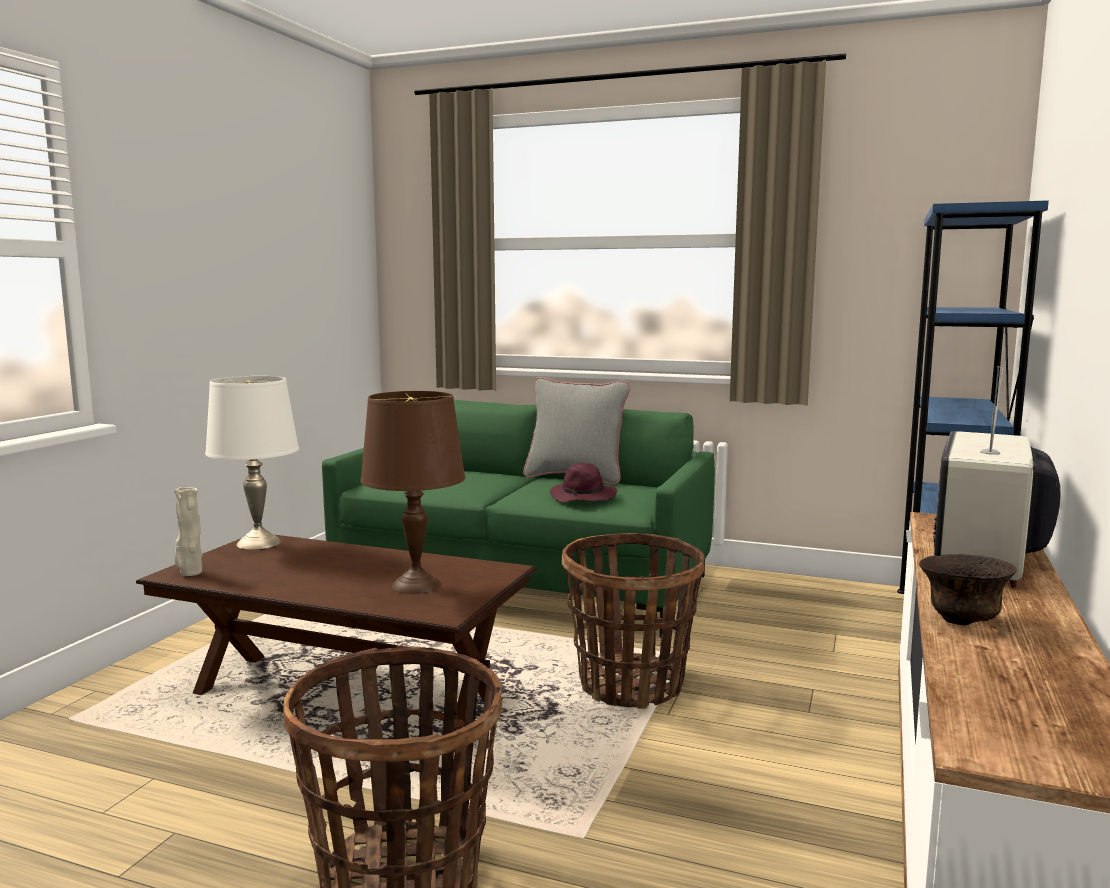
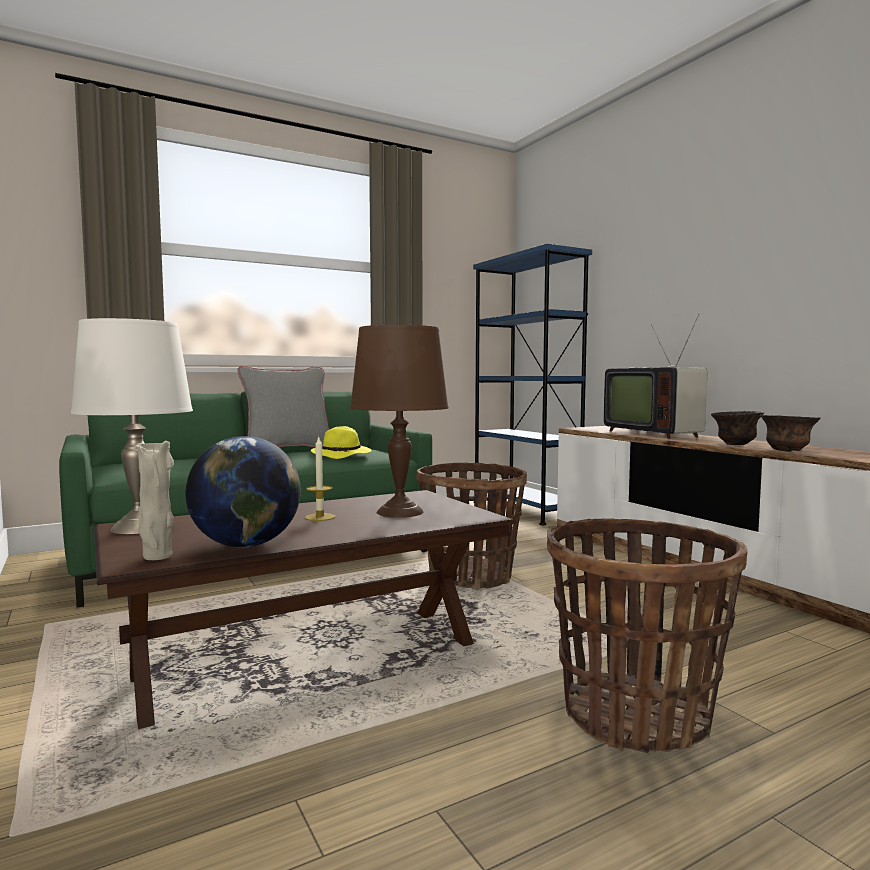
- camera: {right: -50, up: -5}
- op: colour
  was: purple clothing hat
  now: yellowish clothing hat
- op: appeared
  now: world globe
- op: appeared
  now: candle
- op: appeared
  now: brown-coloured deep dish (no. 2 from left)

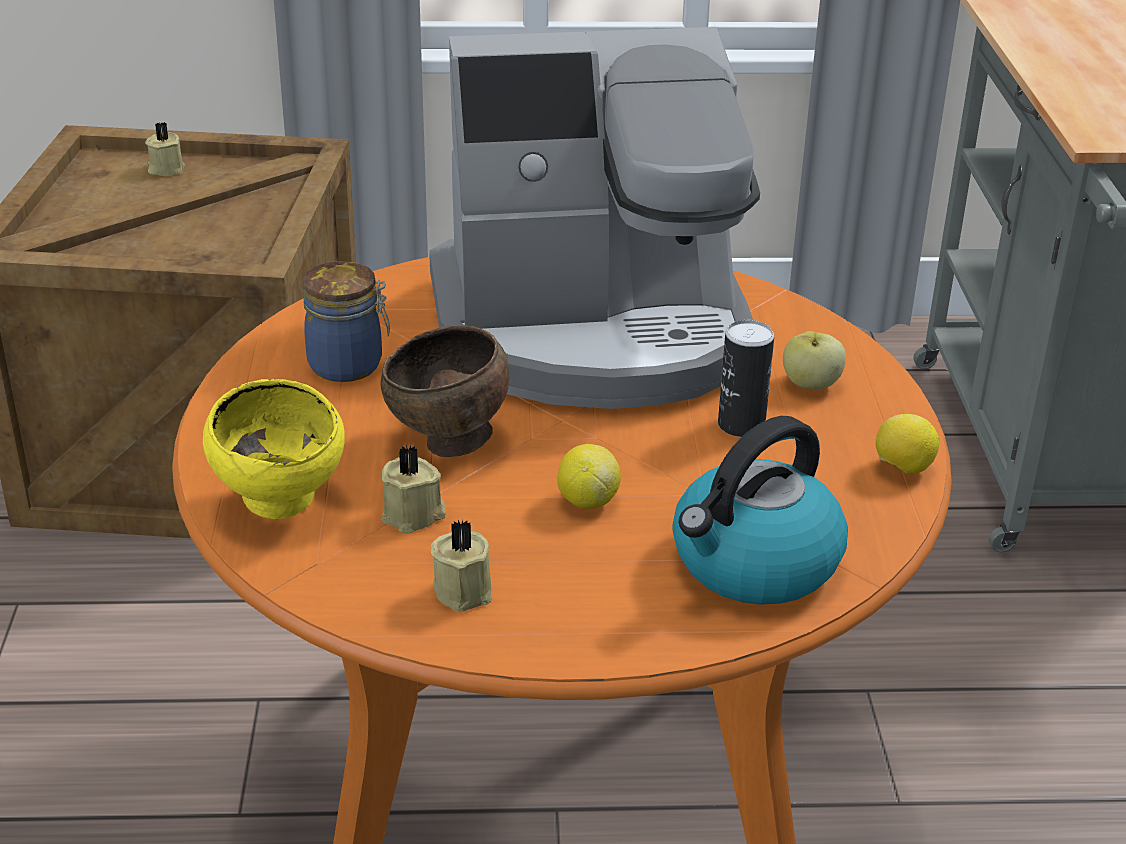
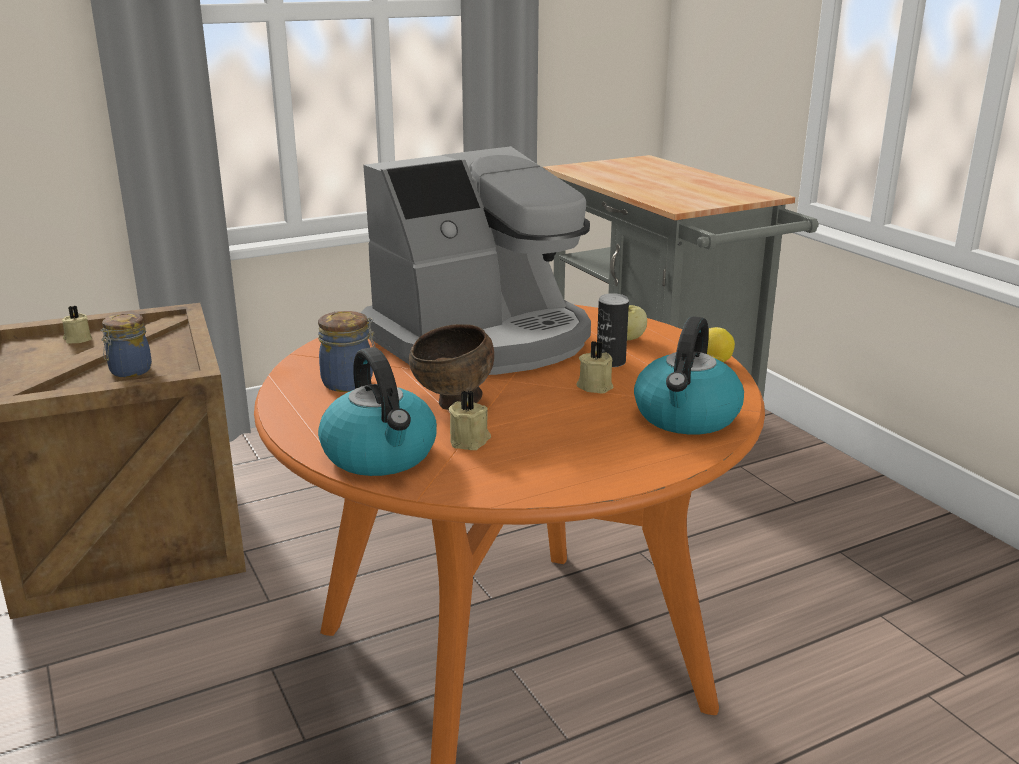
- camera: {right: -25, up: -10}
- op: exchanged
  was: yellowish deep dish
  now: kettle (no. 1 from left)
- op: relocated
  was: sand-coloured candle (no. 3 from left)
- op: missing
  was: whole lemon (no. 1 from left)
- op: appeared
  now: storage jar (no. 1 from left)

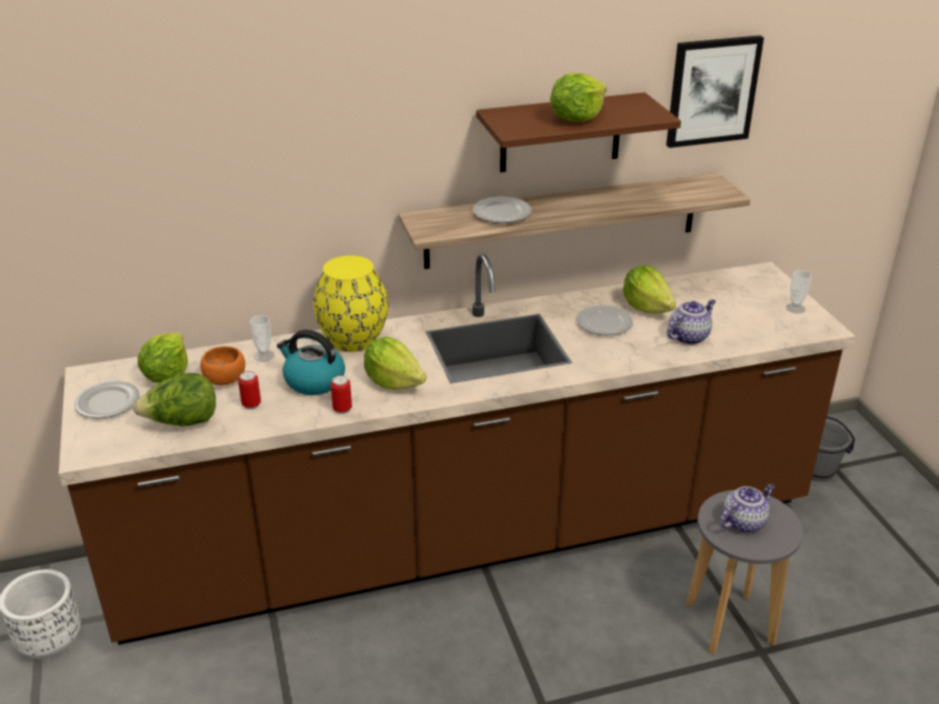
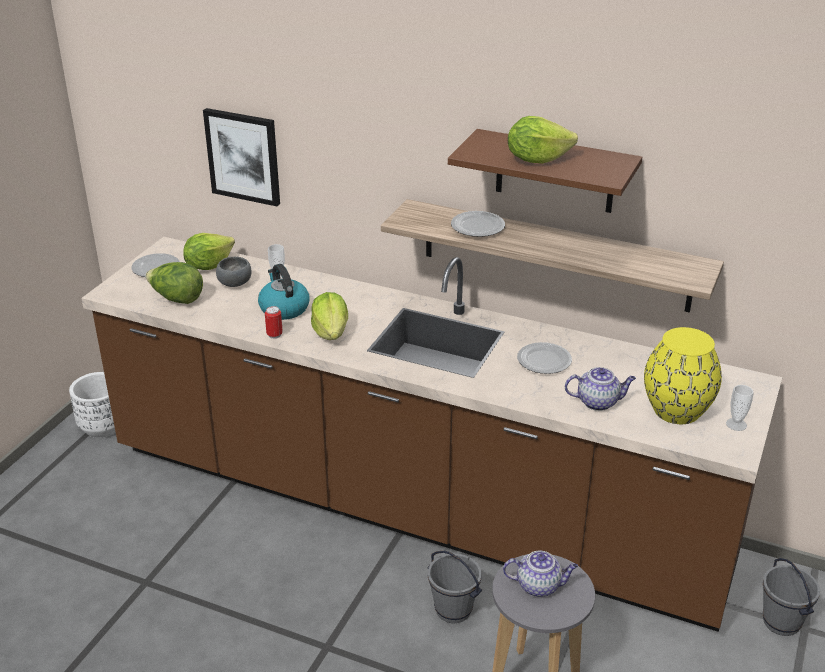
- camera: {right: 40, up: 0}
- op: colour
  was: orange-coloured deep dish
  now: greyish deep dish
- op: missing
  was: can (no. 1 from left)
- op: relocated
  was: yellowish vase
- op: missing
  was: head of lettuce (no. 5 from left)
- op: relocated
  was: wall art
- op: appeared
  now: greyish bucket (no. 1 from left)

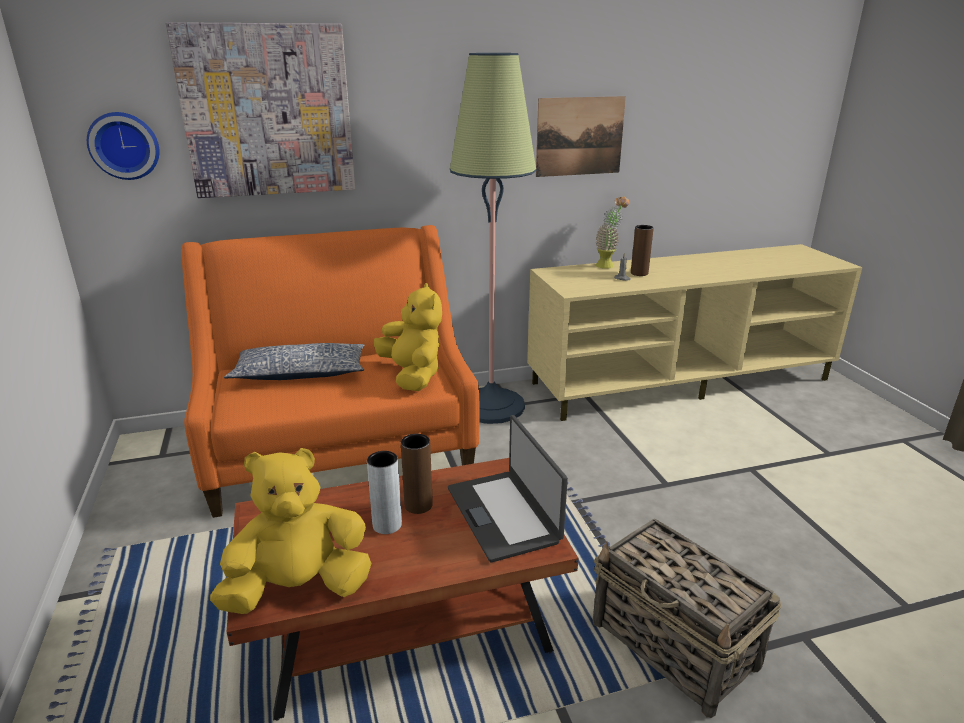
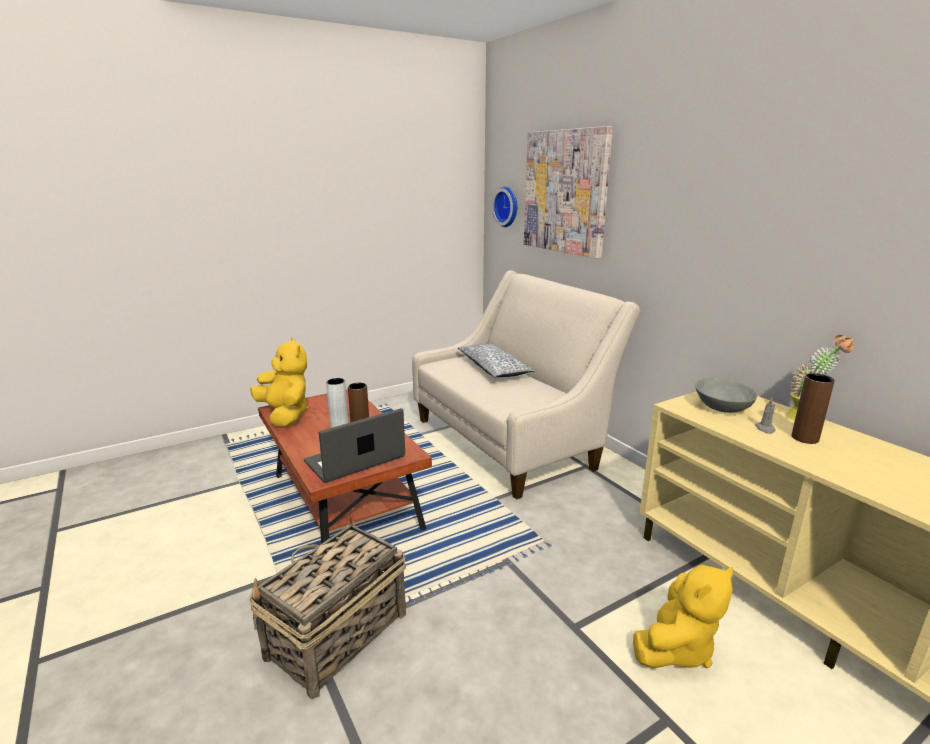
- camera: {right: 75, up: -5}
- op: colour
  was: orange-coloured sofa
  now: sand-coloured sofa
- op: relocated
  was: yellowish soft toy (no. 2 from left)
- op: missing
  was: standing lamp
- op: missing
  was: wall art (no. 2 from left)
- op: appeared
  now: greyish deep dish

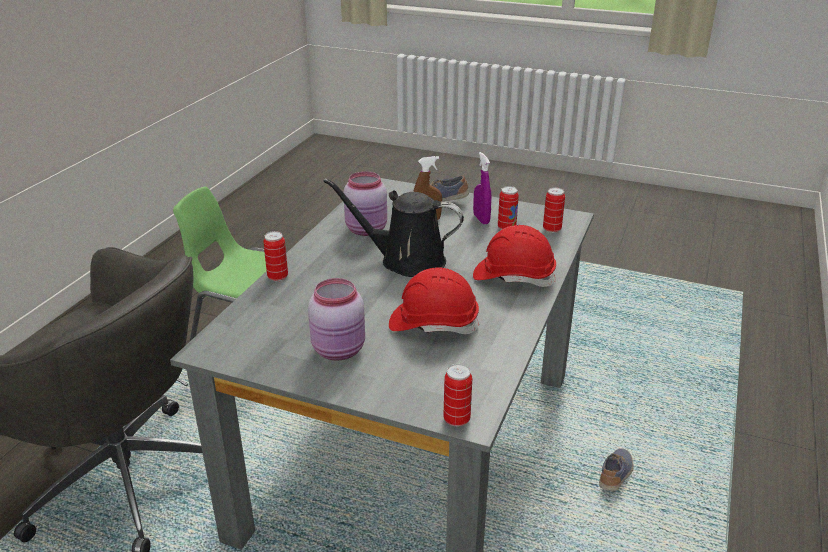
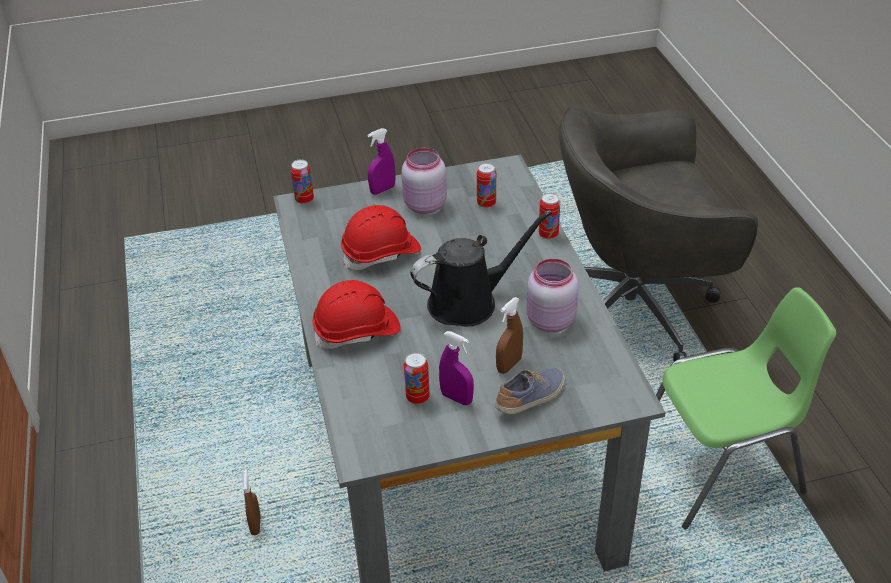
- camera: {right: 145, up: 10}
- op: relocated
  was: can (no. 4 from left in the first image)
  now: can (no. 3 from left)
- op: exchanged
  was: item of footwear (no. 2 from left)
  now: brown-coloured hand sprayer (no. 1 from left)
- op: appeared
  now: purple hand sprayer (no. 1 from left)

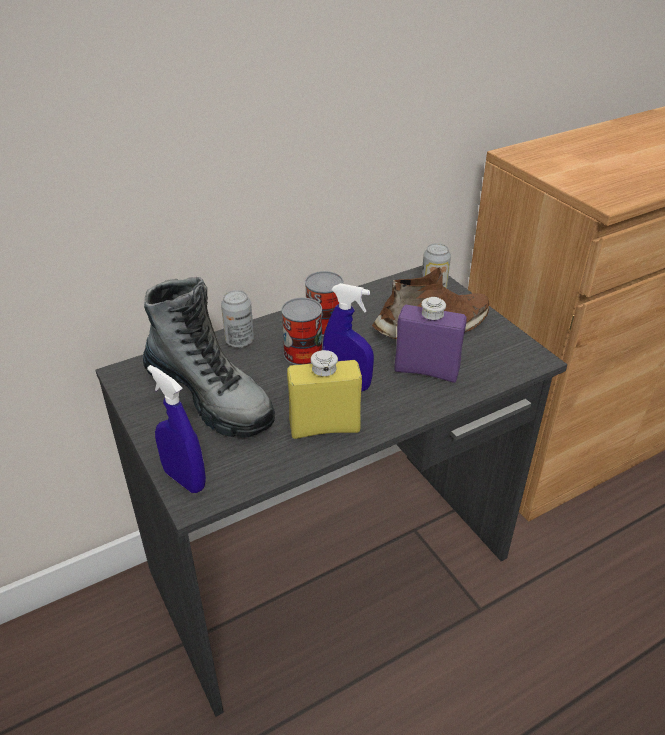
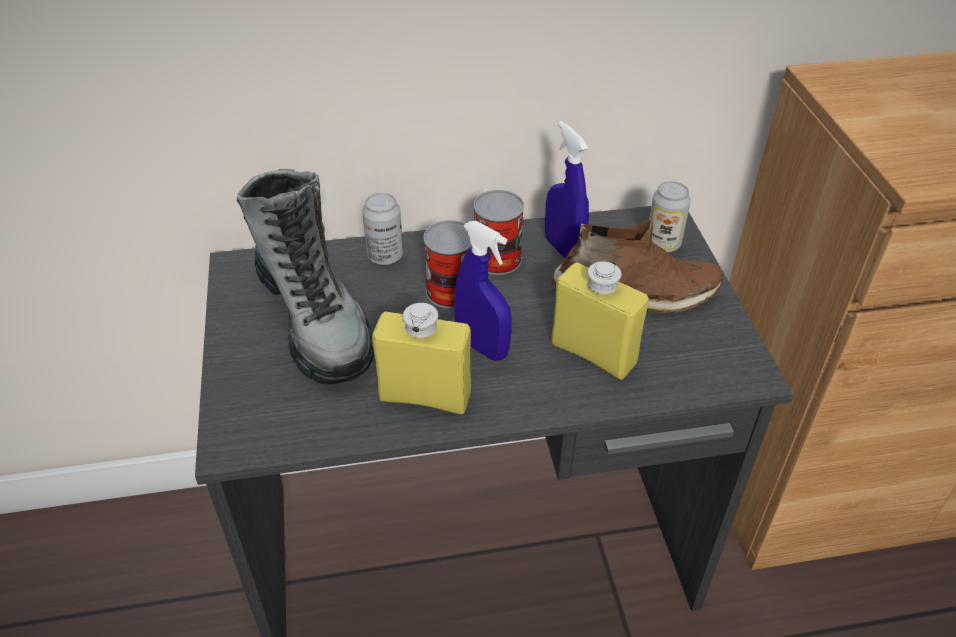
- camera: {right: 20, up: 5}
- op: relocated
  was: blue hand sprayer (no. 1 from left in the first image)
  now: blue hand sprayer (no. 2 from left)
- op: colour
  was: purple bottle
  now: yellowish bottle (no. 2 from left)

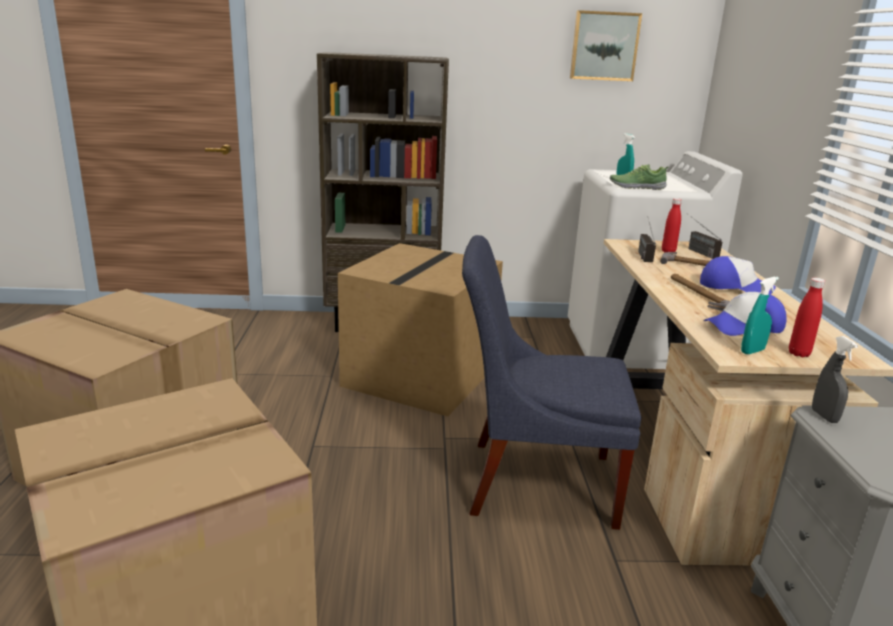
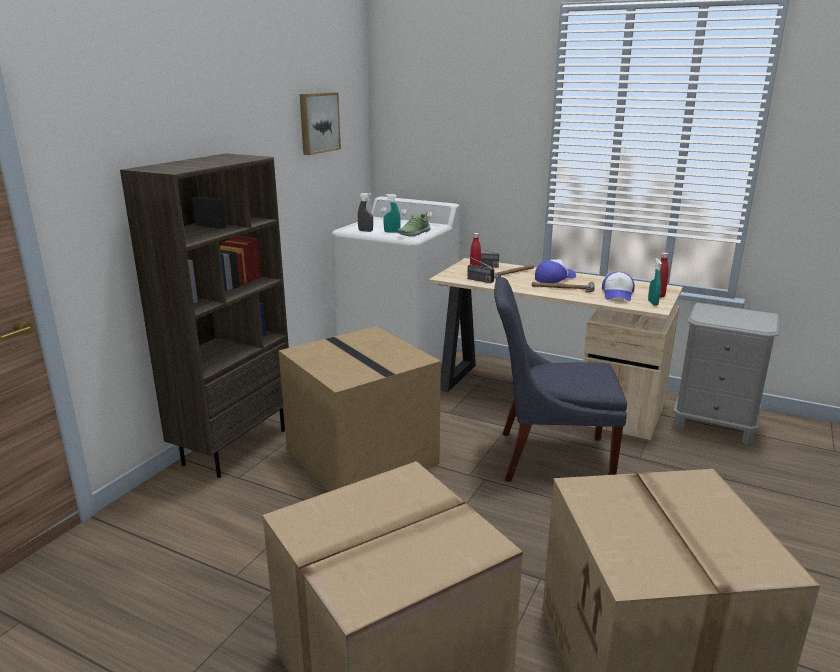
- camera: {right: -60, up: 0}
- op: spun
  was: blue plain chair
  clockwise: 60
- op: relocated
  was: greyish hand sprayer

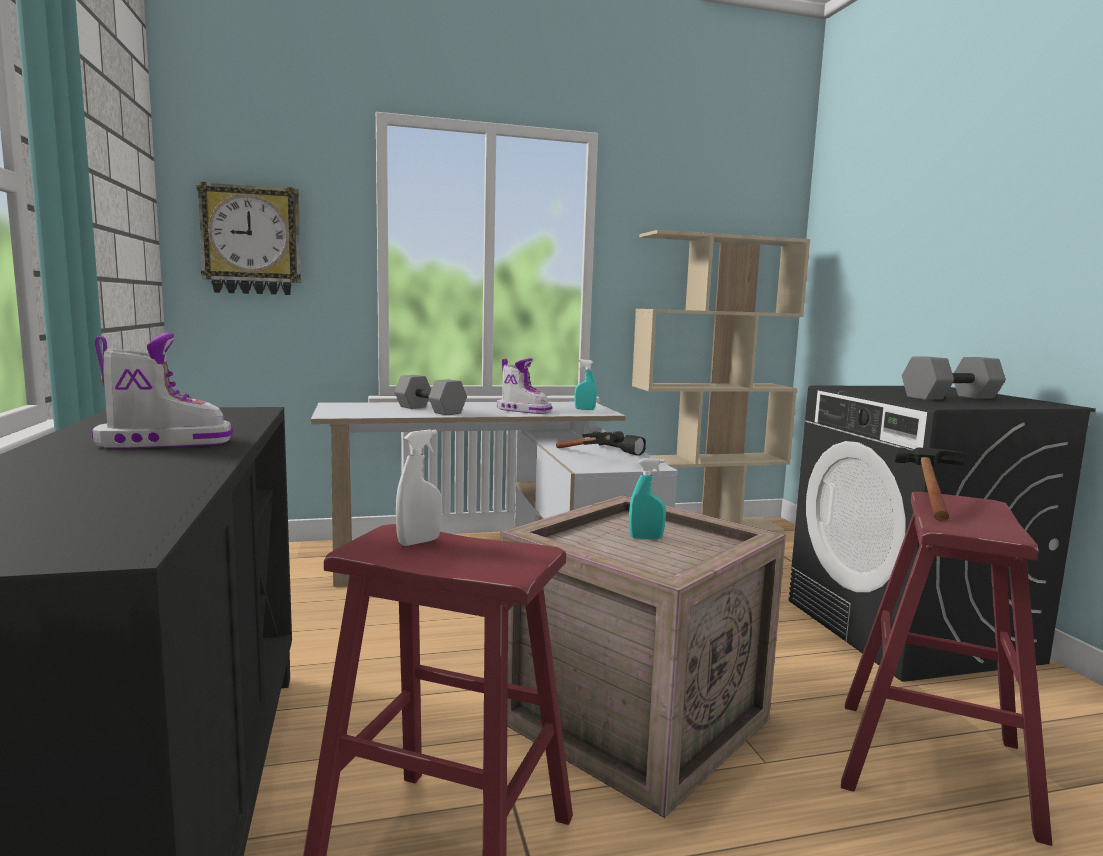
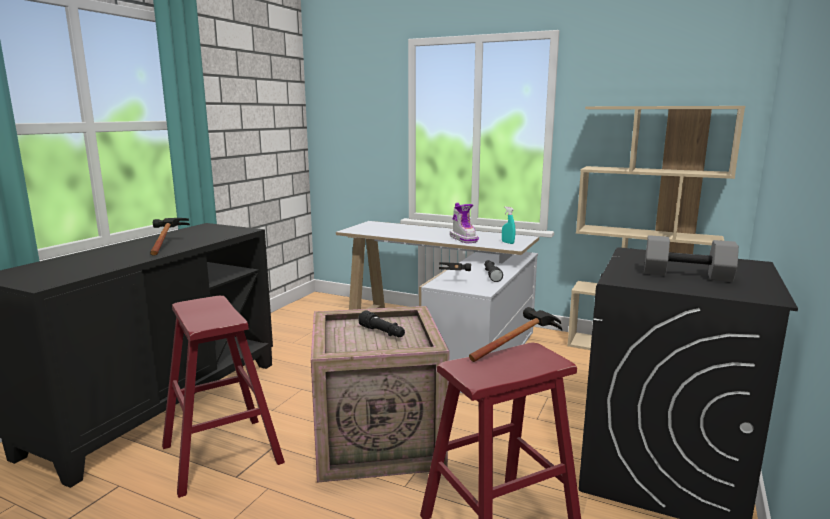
- camera: {right: 40, up: 5}
- op: exchanged
  was: high-top boot (no. 1 from left)
  now: tool hammer (no. 1 from left)
- op: missing
  was: wall clock
- op: missing
  was: greyish dumbbell (no. 1 from left)
- op: missing
  was: whitish hand sprayer
- op: exchanged
  was: turquoise-coloured hand sprayer (no. 2 from left)
  now: blackish hand torch (no. 1 from left)

